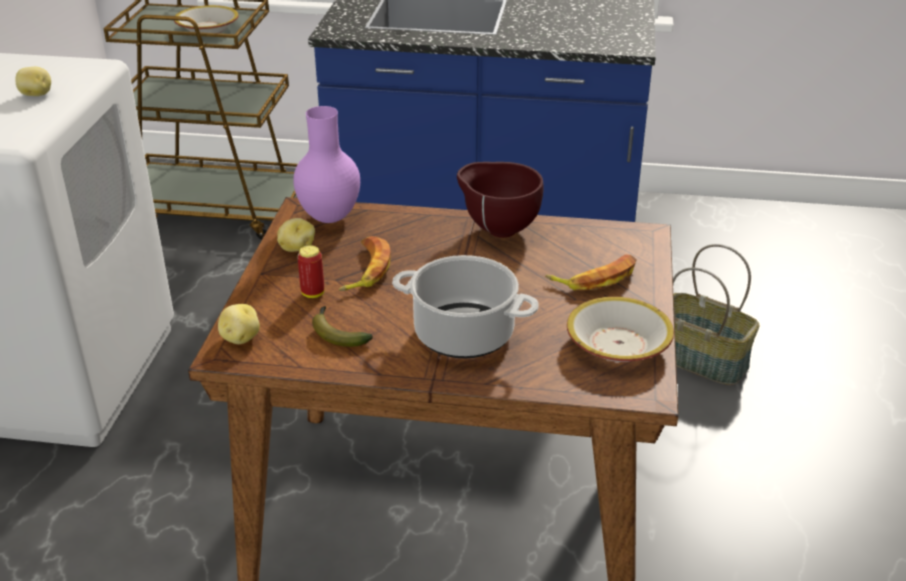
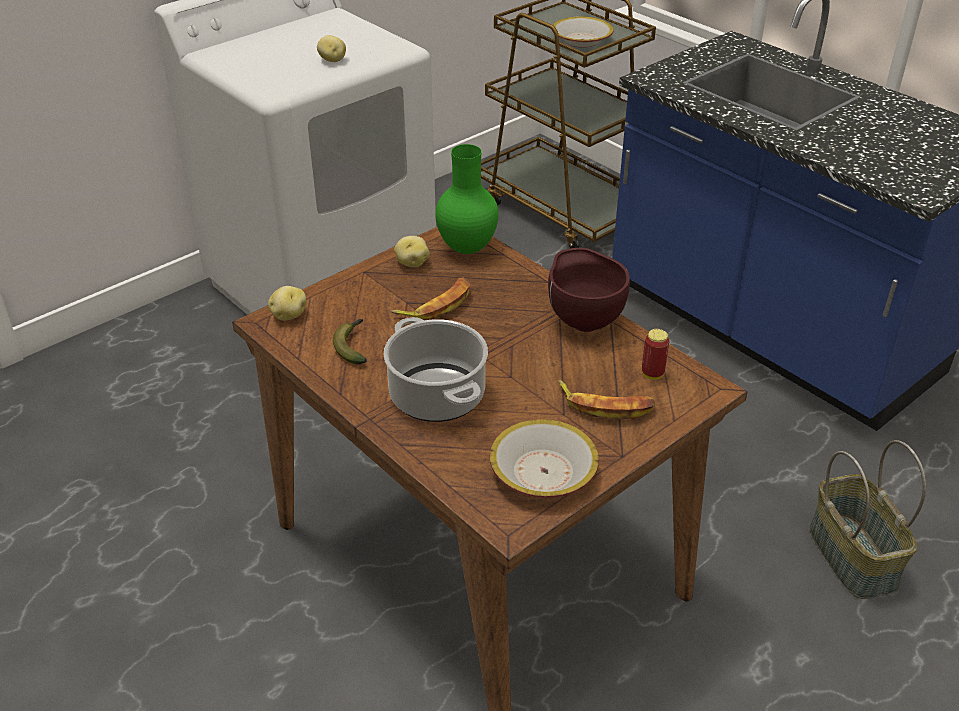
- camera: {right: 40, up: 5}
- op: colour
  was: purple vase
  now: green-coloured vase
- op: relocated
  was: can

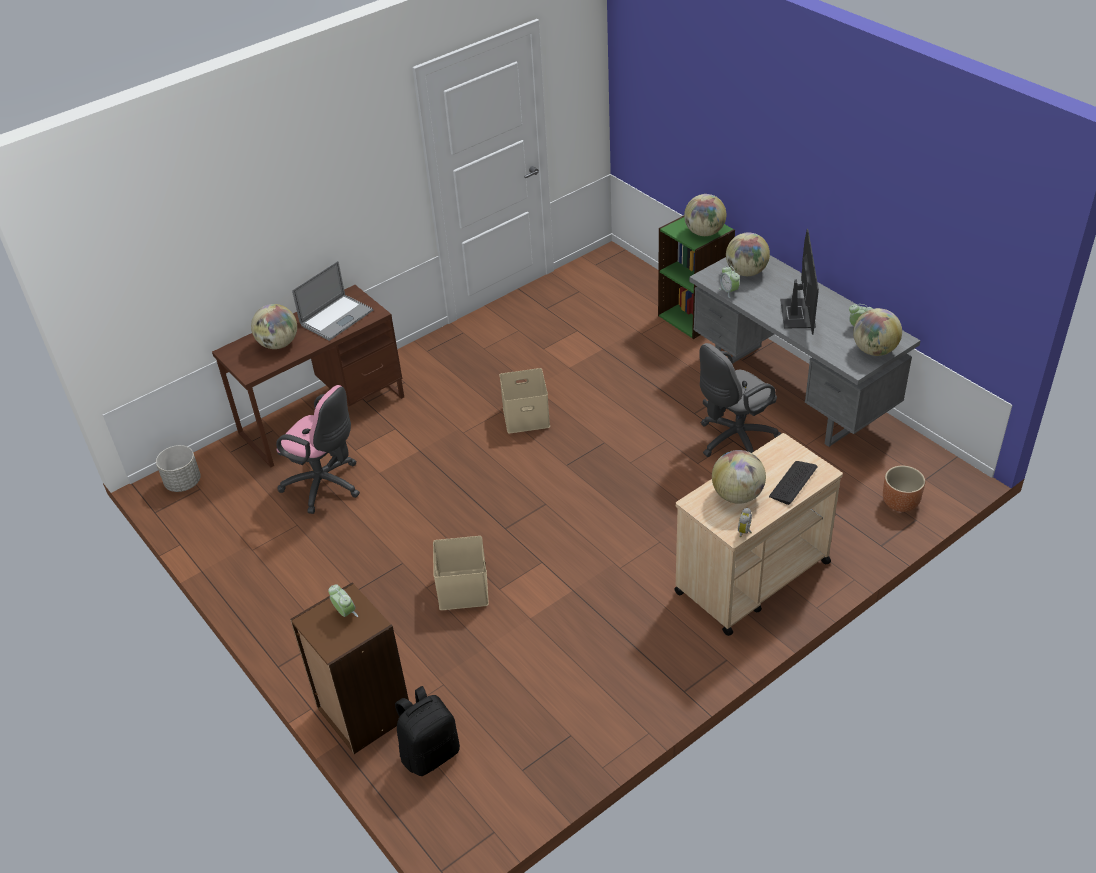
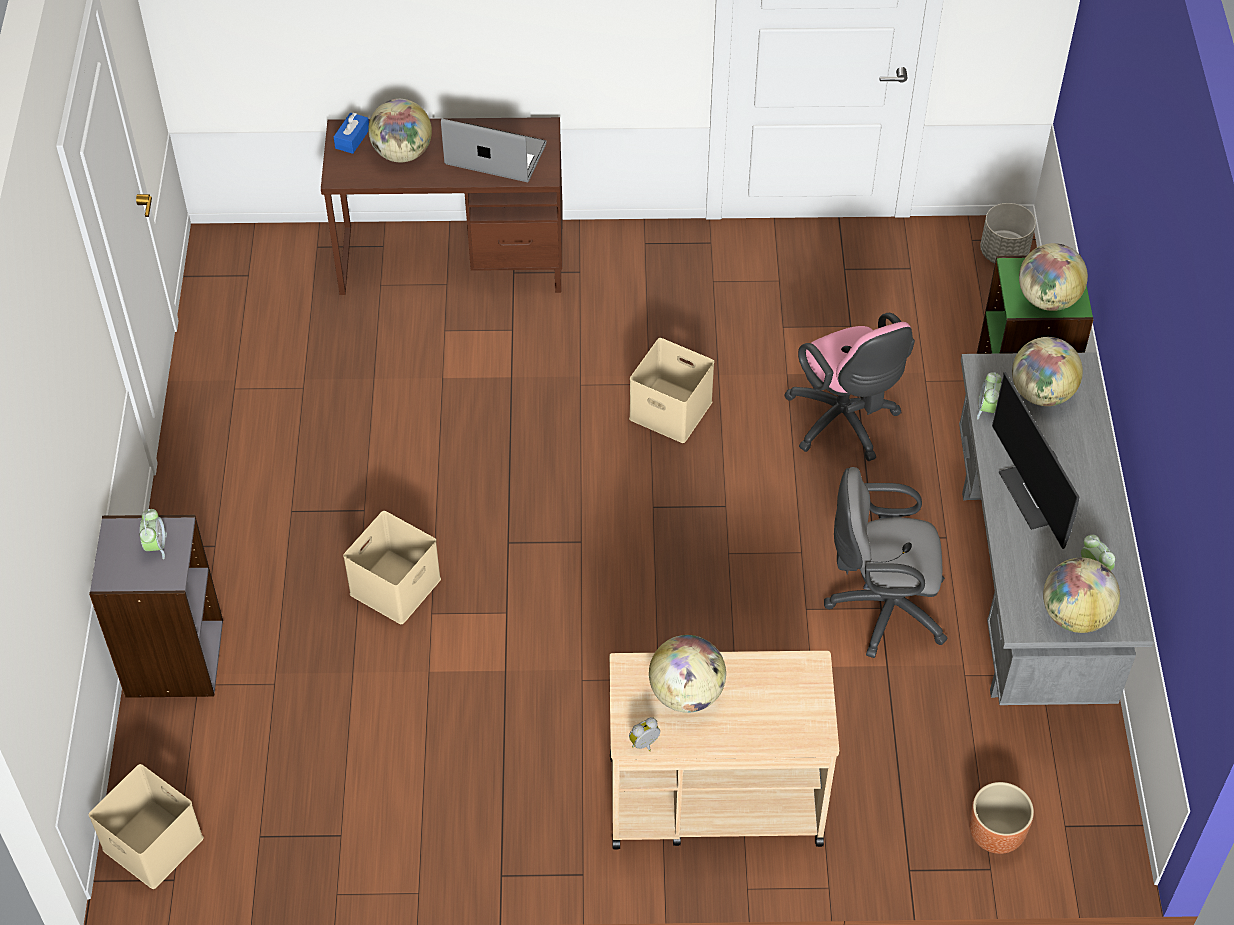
- camera: {right: 35, up: 10}
- op: relocated
  was: greyish flower pot
- op: relocated
  was: pinkish desk chair
- op: colour
  was: brown-coloured shelving unit
  now: greyish shelving unit
- op: spun
  was: notebook computer
  clockwise: -150
- op: missing
  was: blackish backpack
- op: missing
  was: keyboard
- op: spun
  was: computer display
  clockwise: 120
- op: appeared
  now: sand-coloured storage container (no. 1 from left)
- op: appeared
  now: blue tissue box

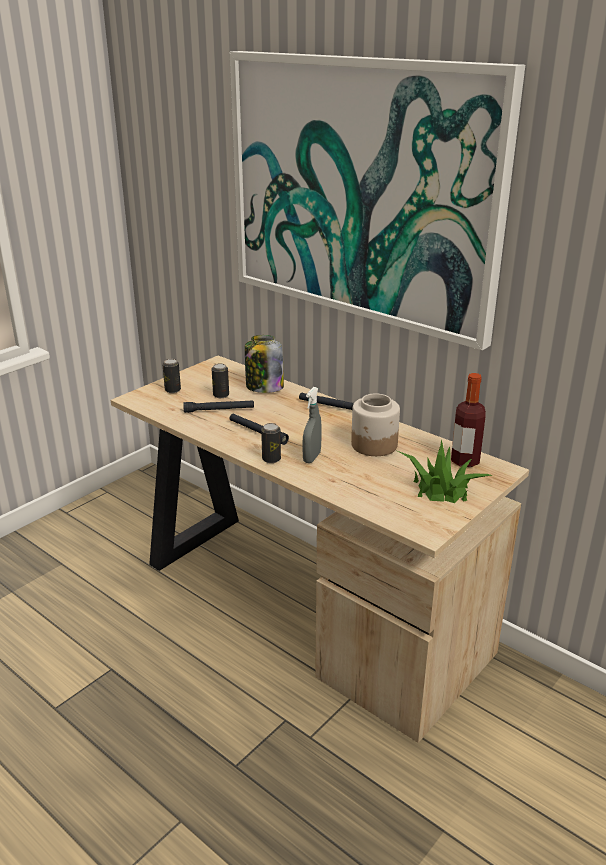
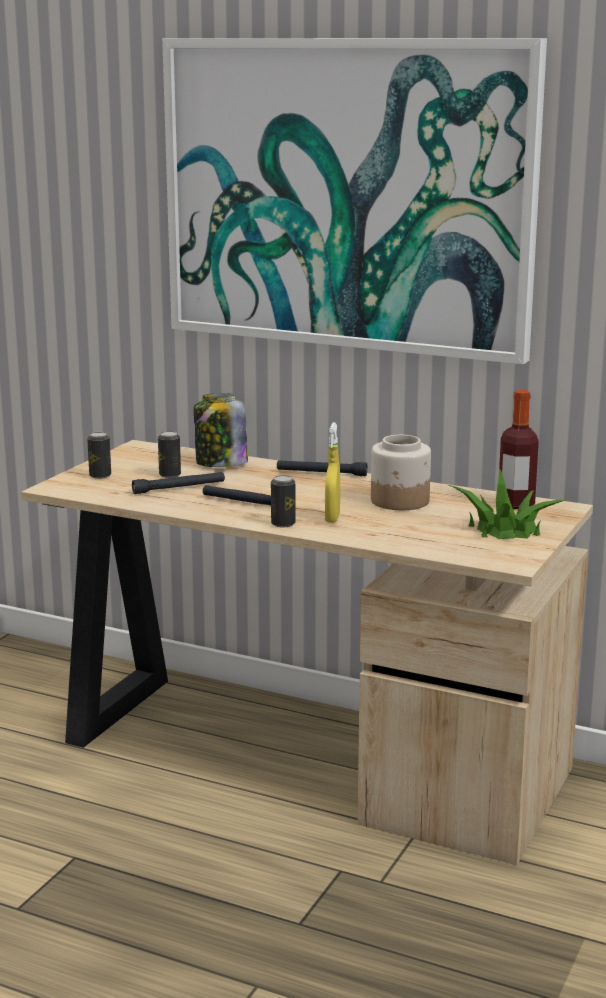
- camera: {right: -15, up: -10}
- op: colour
  was: greyish hand sprayer
  now: yellowish hand sprayer

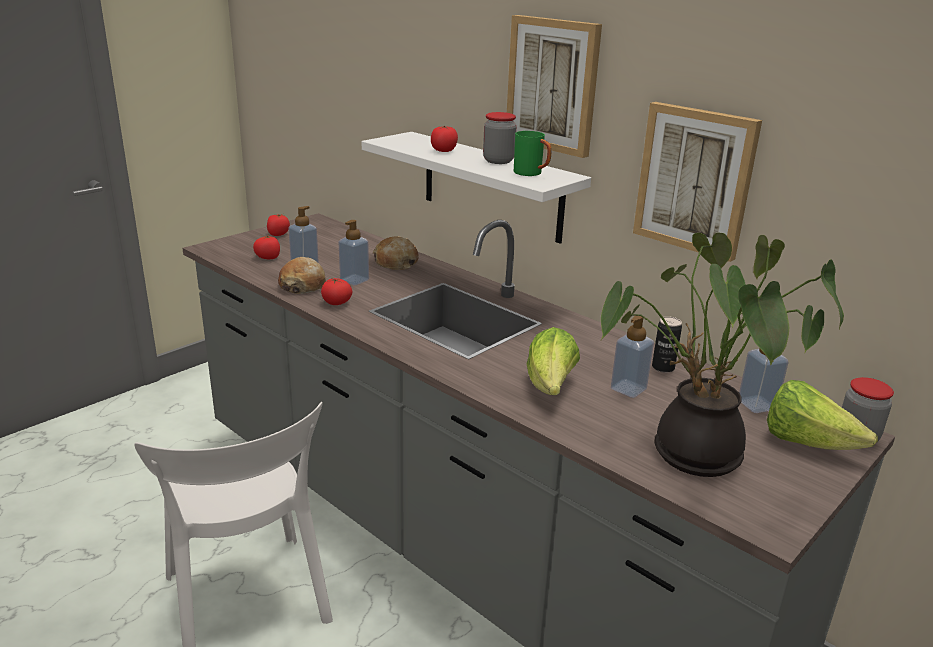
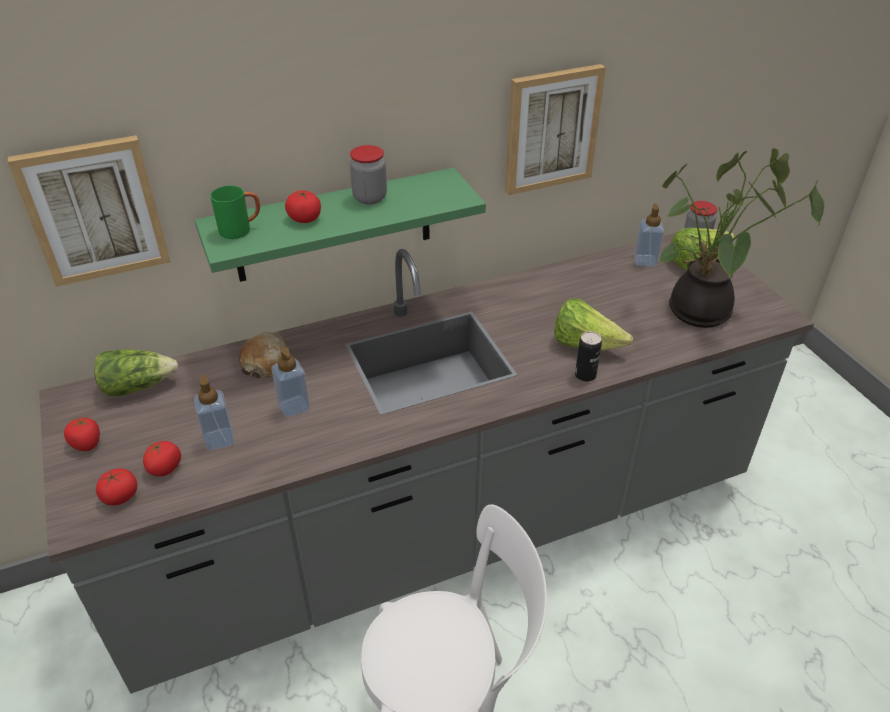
- camera: {right: -65, up: 15}
- op: missing
  was: bread (no. 1 from left)
- op: relocated
  was: whole tomato (no. 3 from left in the first image)
  now: whole tomato (no. 2 from left)
- op: colour
  was: whitish wall shelf
  now: green-coloured wall shelf
- op: relocated
  was: wall art (no. 1 from left)
- op: relocated
  was: green-coloured coffee mug
- op: missing
  was: soap bottle (no. 3 from left)
- op: relocated
  was: can
- op: appeared
  now: head of lettuce (no. 1 from left)

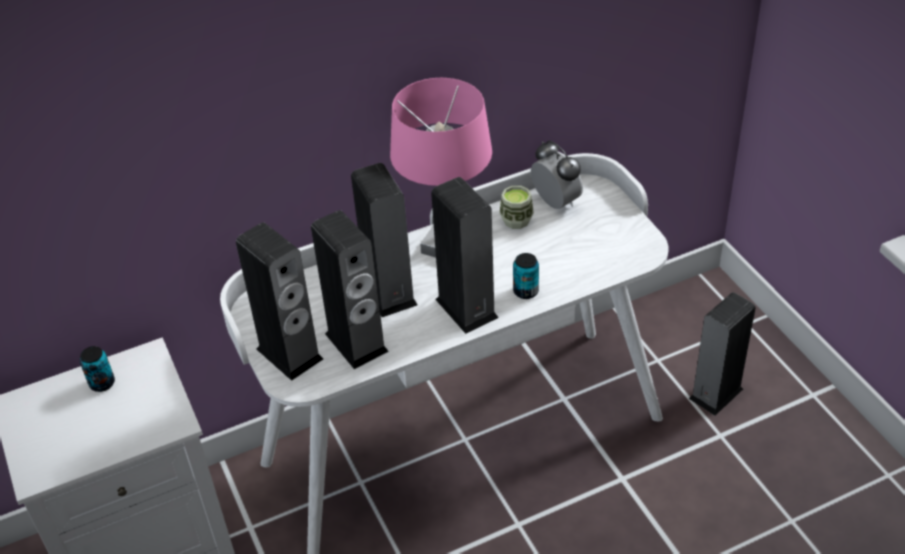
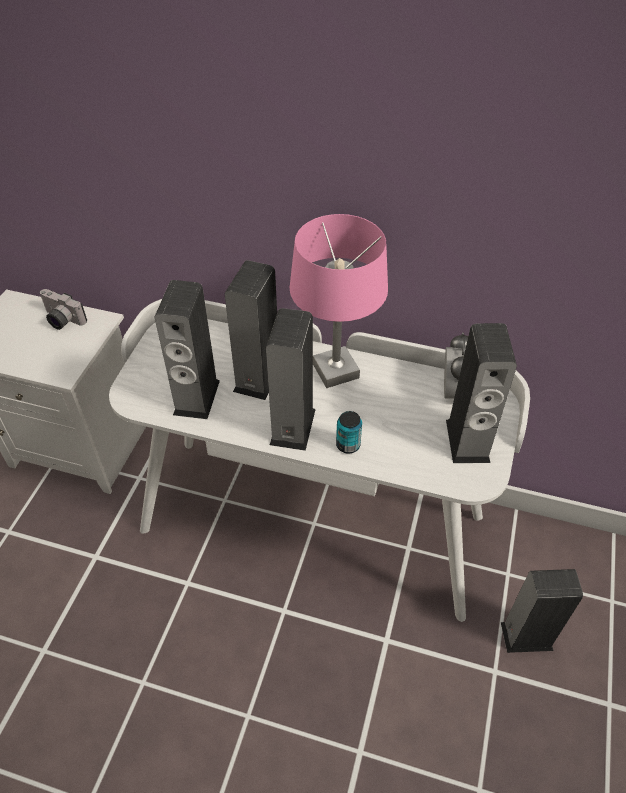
- camera: {right: 40, up: 5}
- op: exchanged
  was: can (no. 1 from left)
  now: still camera
- op: relocated
  was: speaker (no. 1 from left in the first image)
  now: speaker (no. 4 from left)
- op: missing
  was: small cup

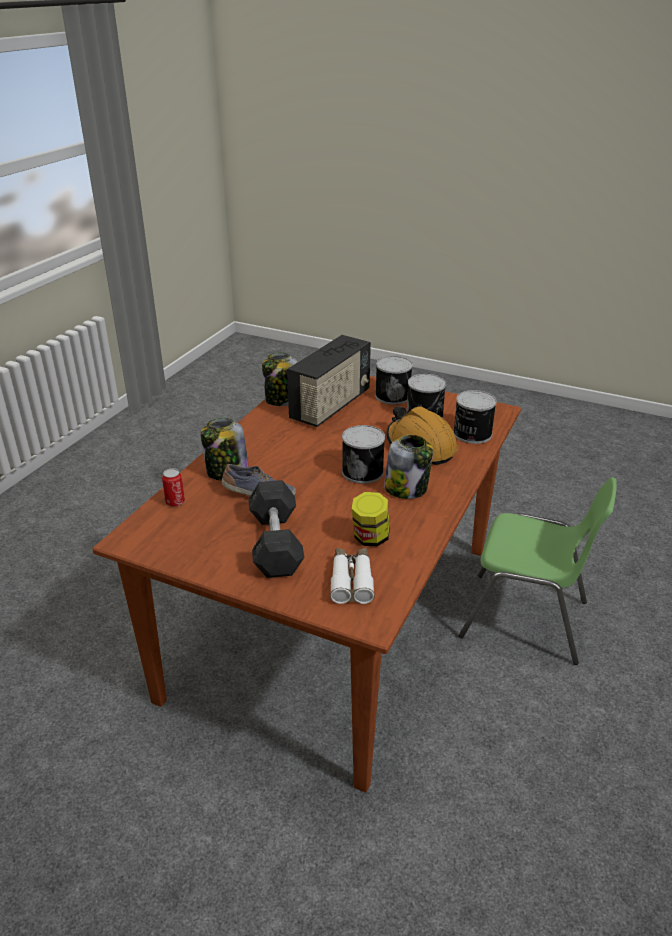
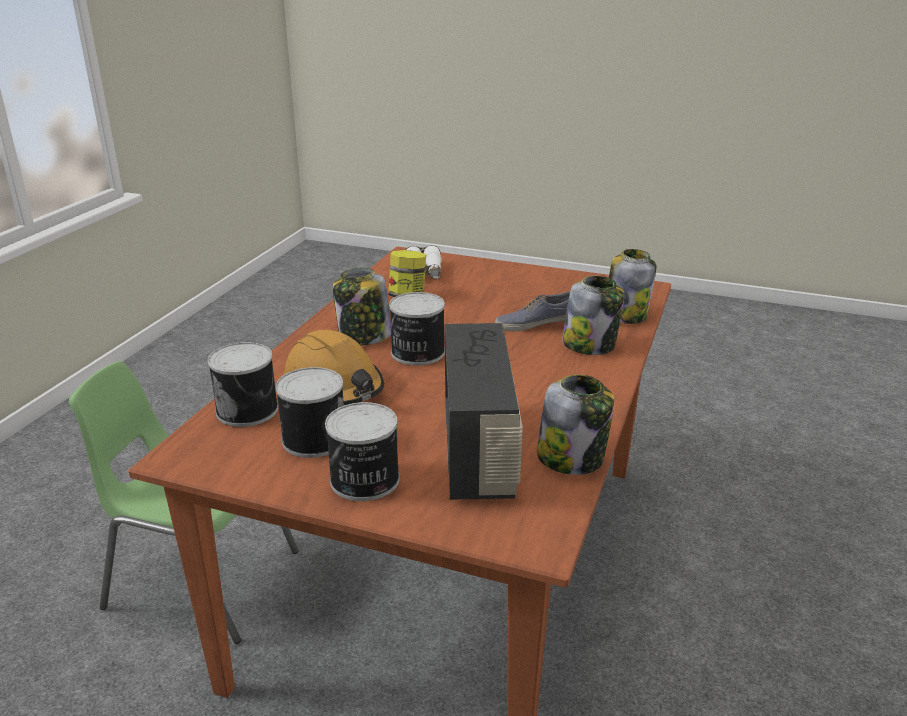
- camera: {right: 175, up: -5}
- op: exchanged
  was: can (no. 1 from left)
  now: storage jar (no. 5 from left)
- op: missing
  was: greyish dumbbell
- op: spun
  was: radio
  clockwise: 150

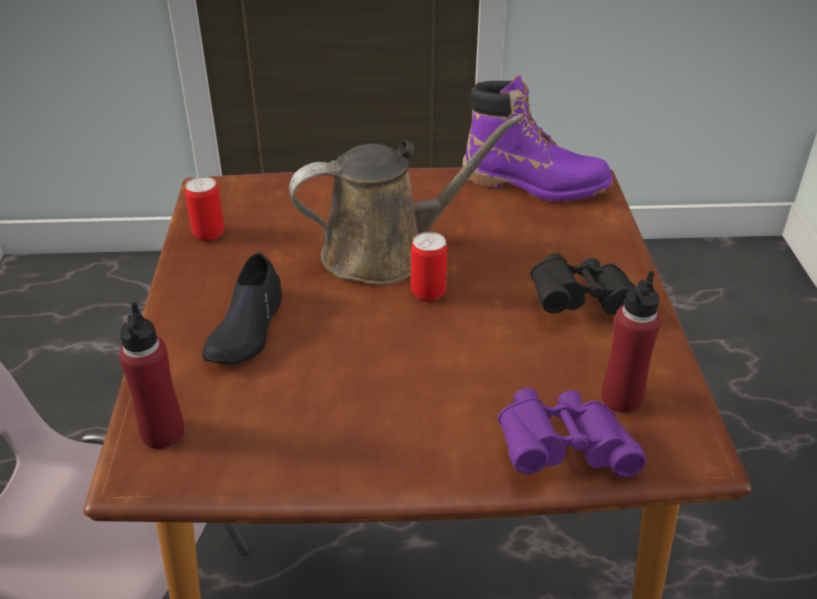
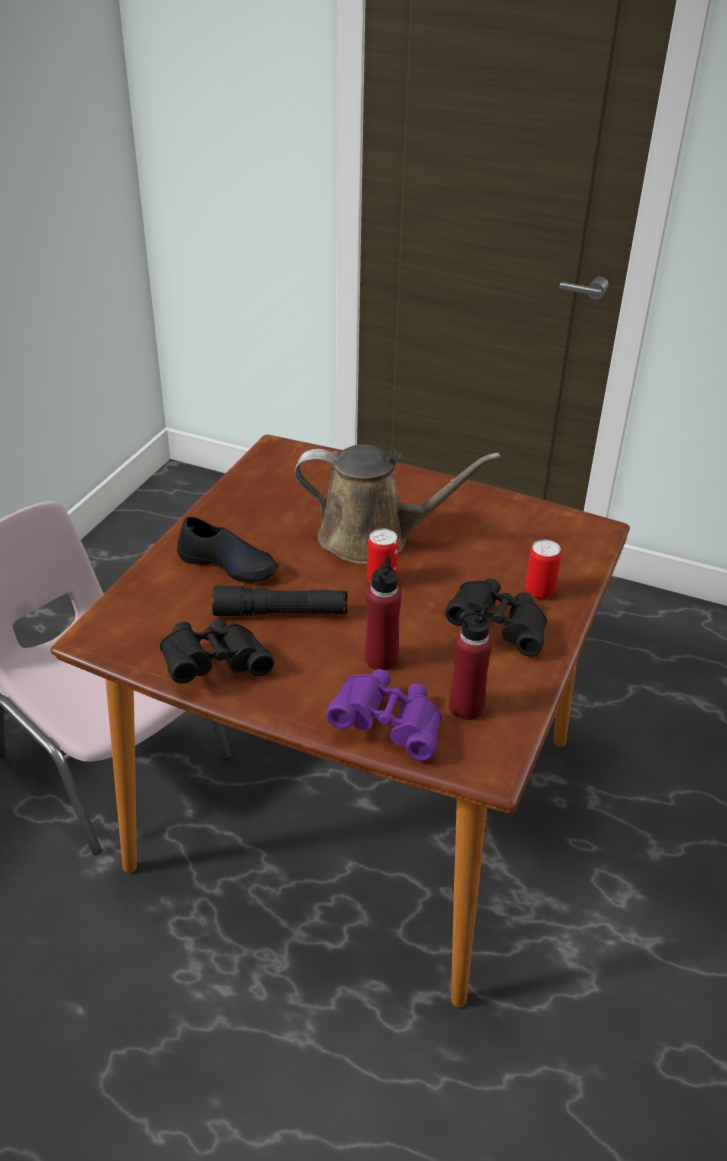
- camera: {right: 25, up: 0}
- op: relocated
  was: red bottle (no. 1 from left)
- op: relocated
  was: can (no. 1 from left in the first image)
  now: can (no. 2 from left)
- op: spun
  was: blackish item of footwear
  clockwise: -105
- op: missing
  was: purple high-top boot
- op: appeared
  now: blackish field glasses (no. 1 from left)
- op: appeared
  now: blackish hand torch

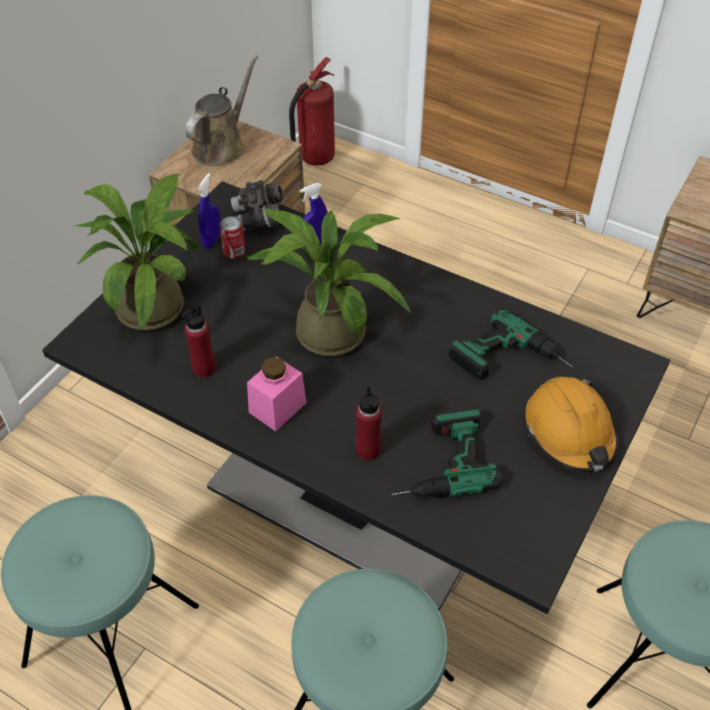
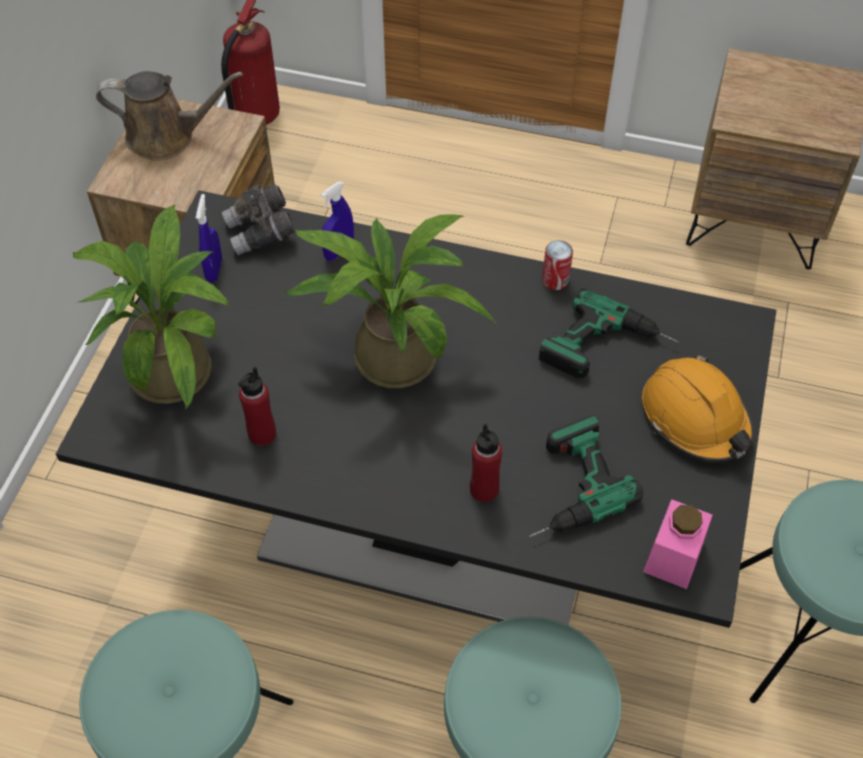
- camera: {right: -15, up: 5}
- op: spun
  was: brown-coloured watering pot
  clockwise: 75
- op: relocated
  was: can
- op: relocated
  was: pinkish storage jar

